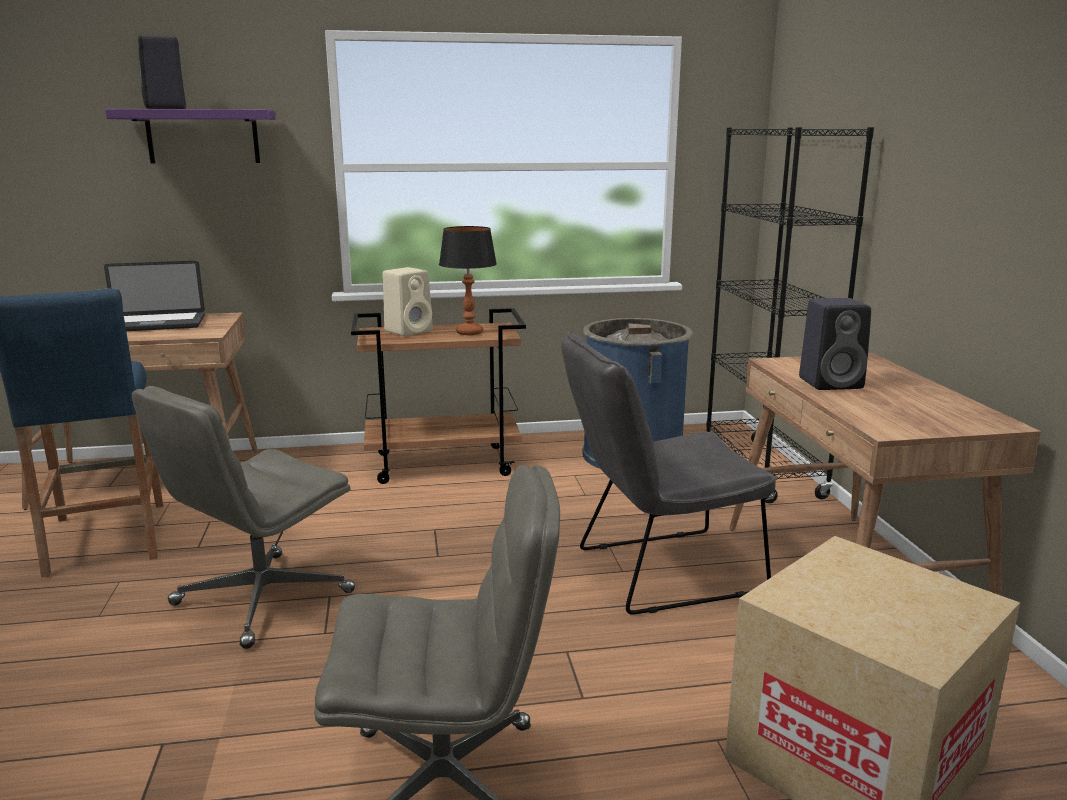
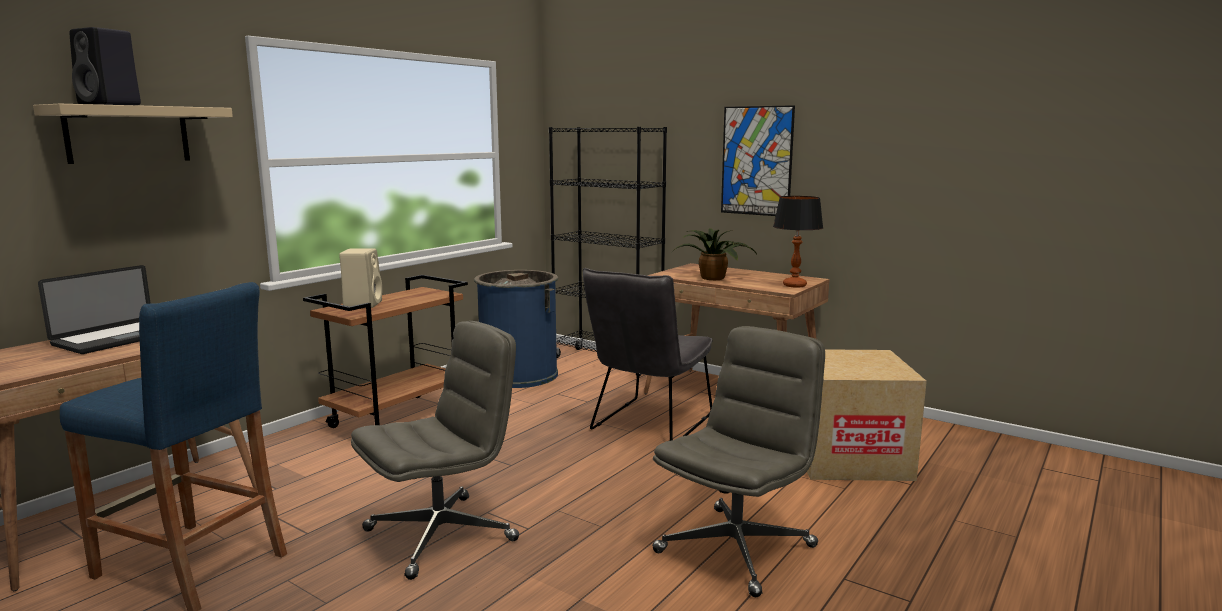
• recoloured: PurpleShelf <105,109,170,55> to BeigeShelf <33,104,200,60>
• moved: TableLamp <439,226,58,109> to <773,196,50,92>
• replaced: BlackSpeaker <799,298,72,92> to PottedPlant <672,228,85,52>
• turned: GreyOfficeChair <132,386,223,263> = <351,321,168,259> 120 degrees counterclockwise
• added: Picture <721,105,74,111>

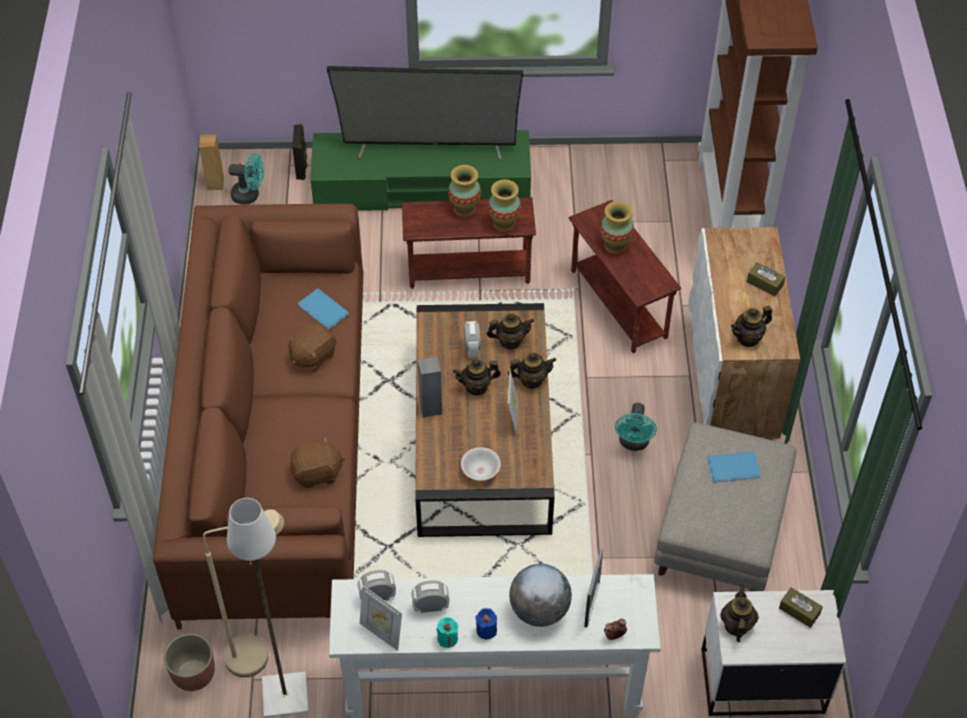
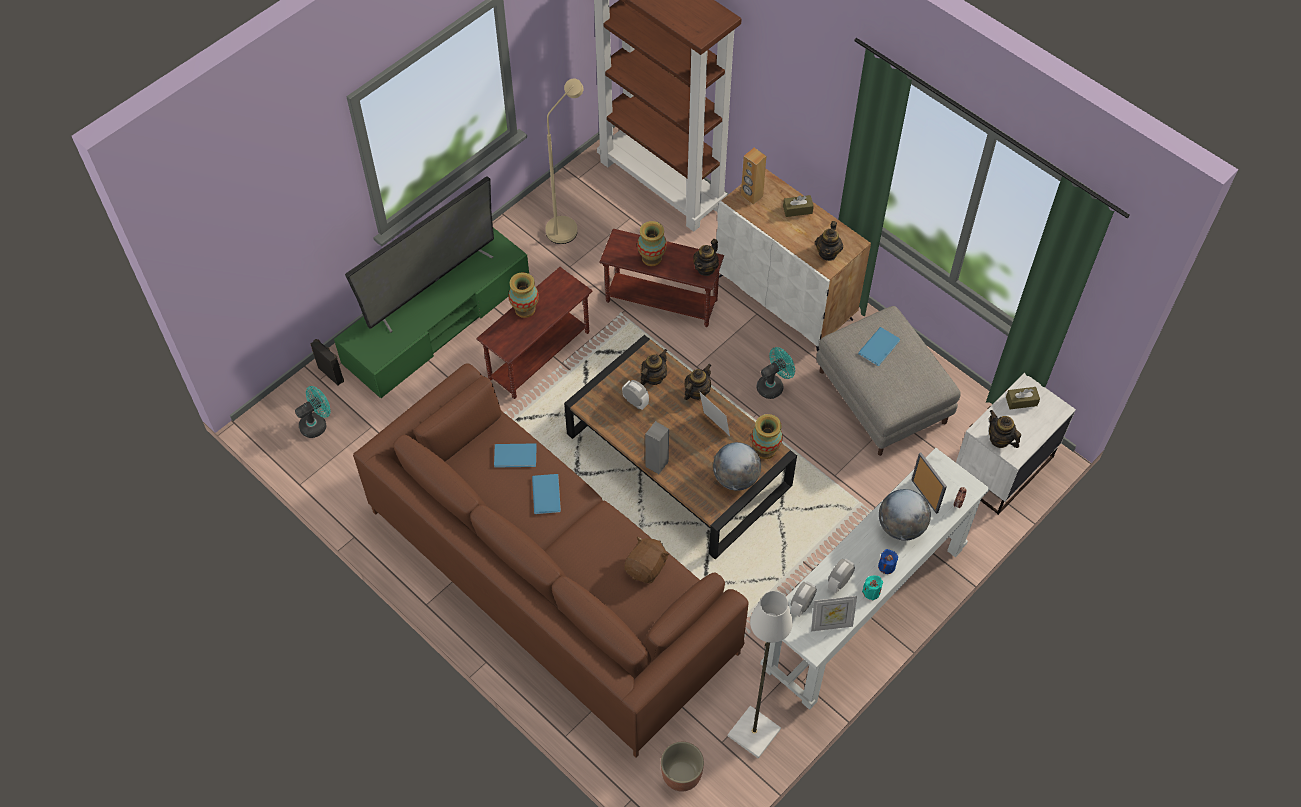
• moved: BrownSpeaker <199,134,25,56> to <741,148,25,56>
• moved: Vase <488,180,33,52> to <751,414,32,45>
• replaced: BrownPlushToy <287,323,49,49> to BlueBook <532,474,29,40>
• moved: Teapot <453,359,48,37> to <693,239,26,37>
• turned: TurquoiseFan <615,403,42,48> = <757,347,38,52> 90 degrees counterclockwise
• replaced: WhiteBowl <461,447,40,33> to Globe <713,442,48,49>
• moved: BeigeFloorLamp <203,509,81,168> to <545,78,39,166>

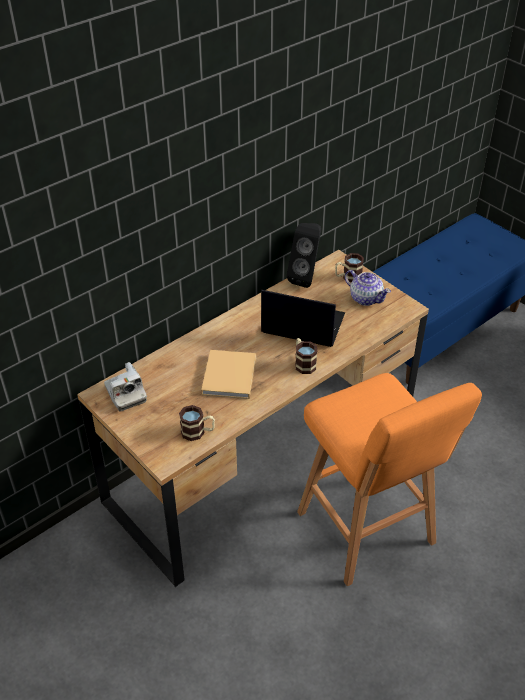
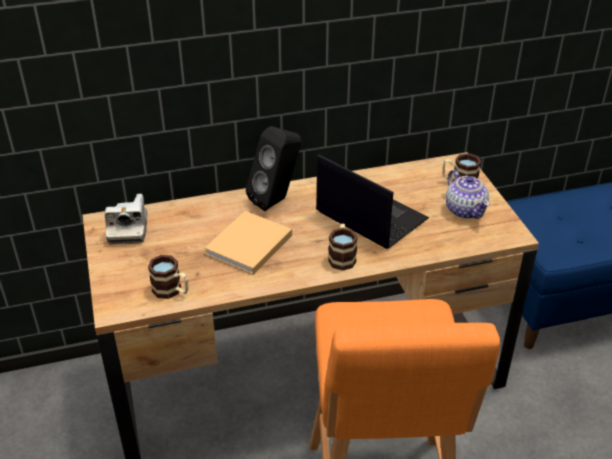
• moved: BlackSpeaker <287,223,34,65> to <246,126,56,85>

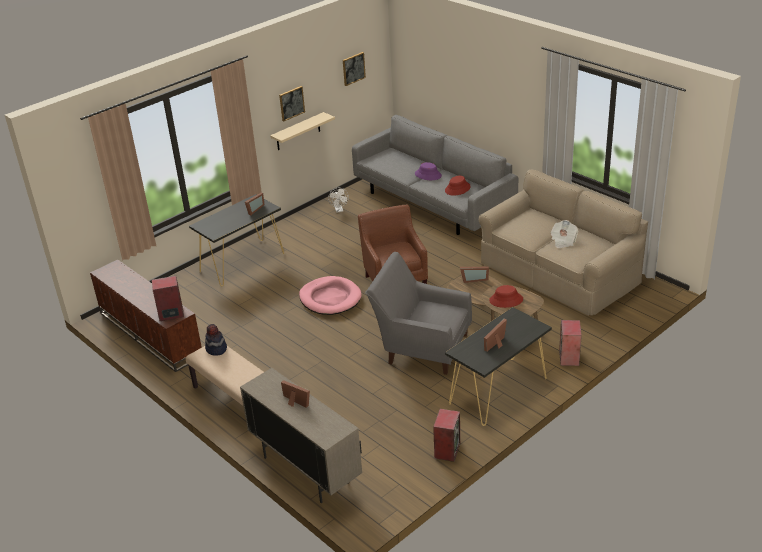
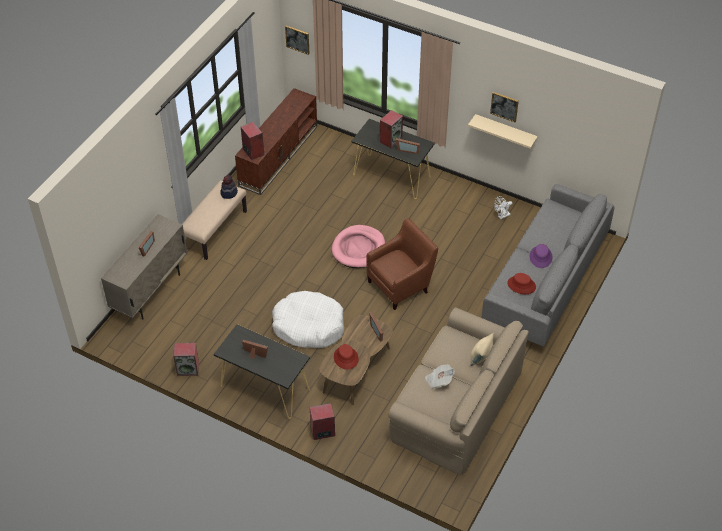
• moved: Picture <343,52,23,34> to <285,26,24,29>
• replaced: GreyArmchair <365,252,107,123> to WhiteDogBed <272,291,72,57>
• added: Speaker <380,110,23,38>
• added: BeigePillow <471,333,23,33>

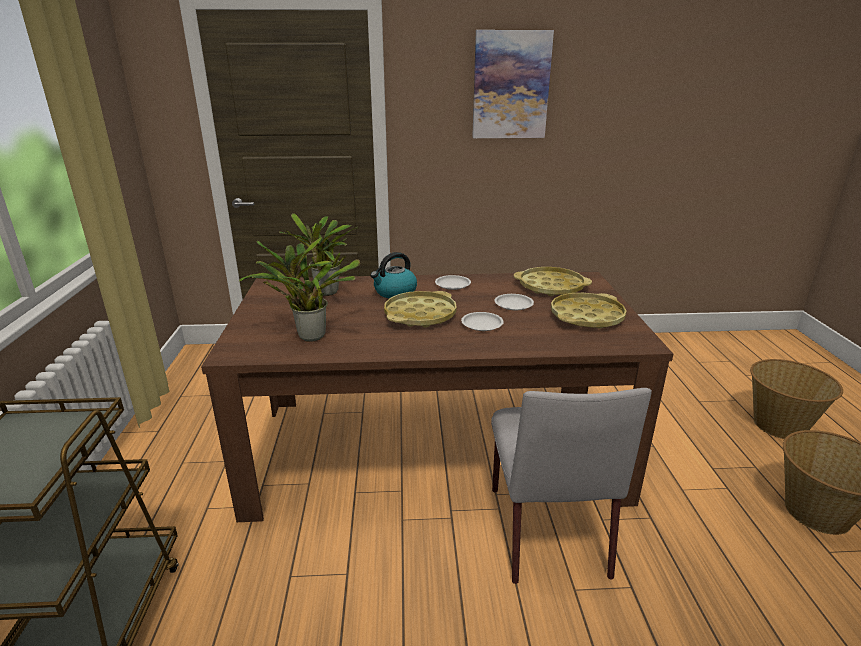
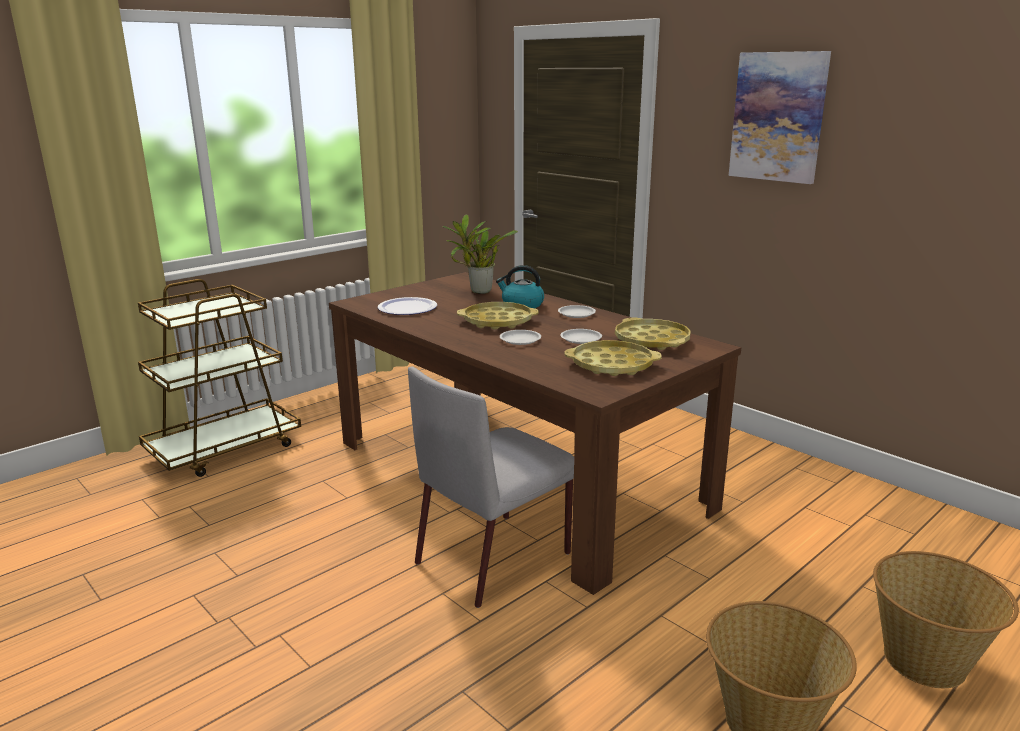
• replaced: PottedPlant <238,237,122,105> to Plate <378,297,59,18>

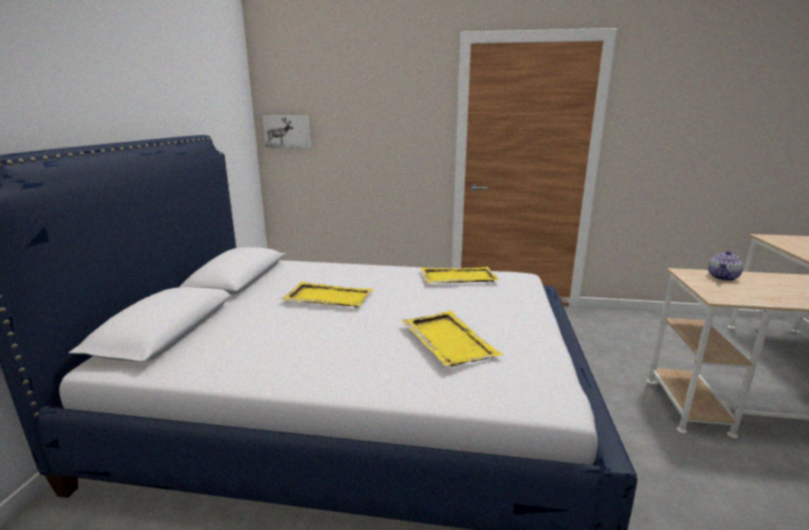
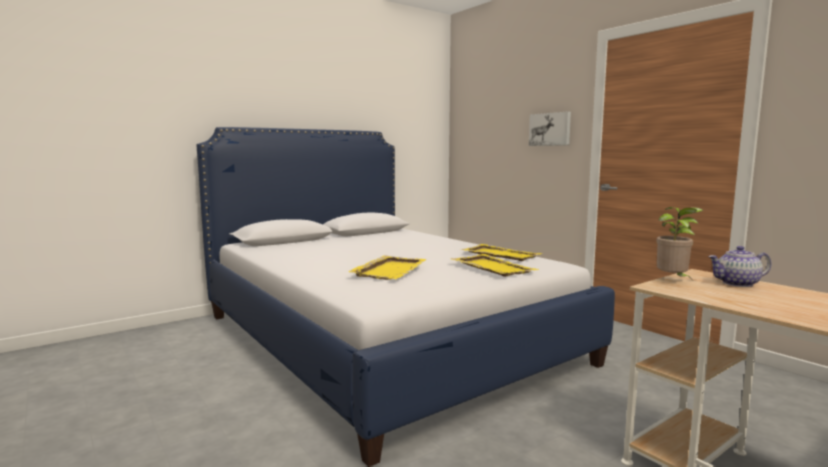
• moved: Picture <262,115,49,34> to <529,112,42,34>
• moved: YellowTray <281,282,92,25> to <450,254,89,23>
• added: PottedPlant <656,207,47,71>

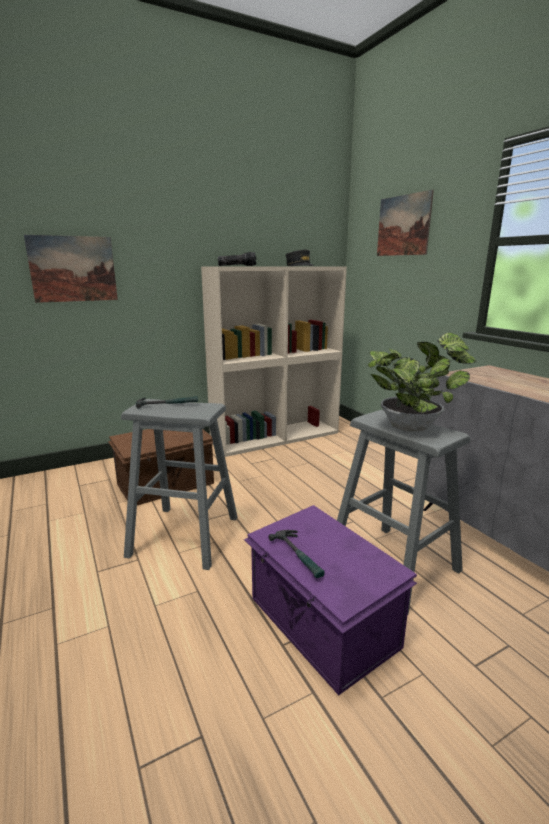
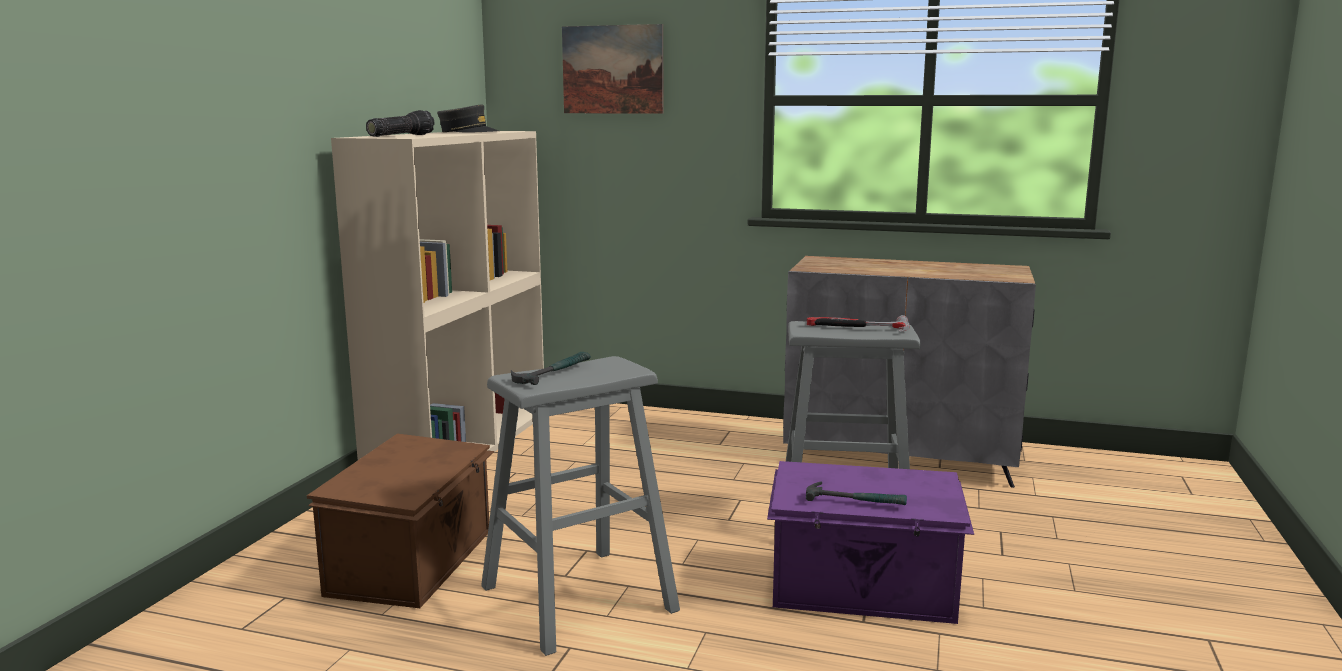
• removed: Picture <24,235,94,68>
• replaced: PottedPlant <368,333,109,99> to Hammer <807,315,102,17>

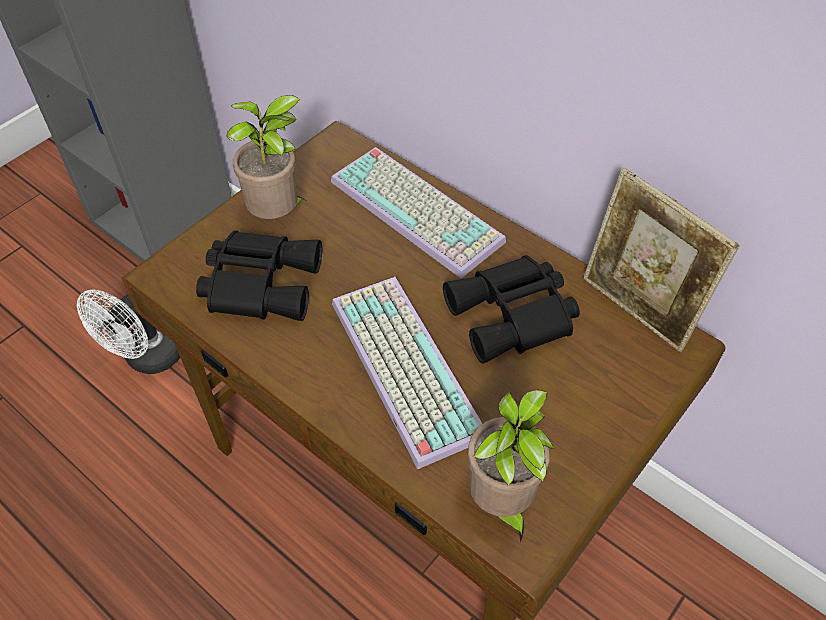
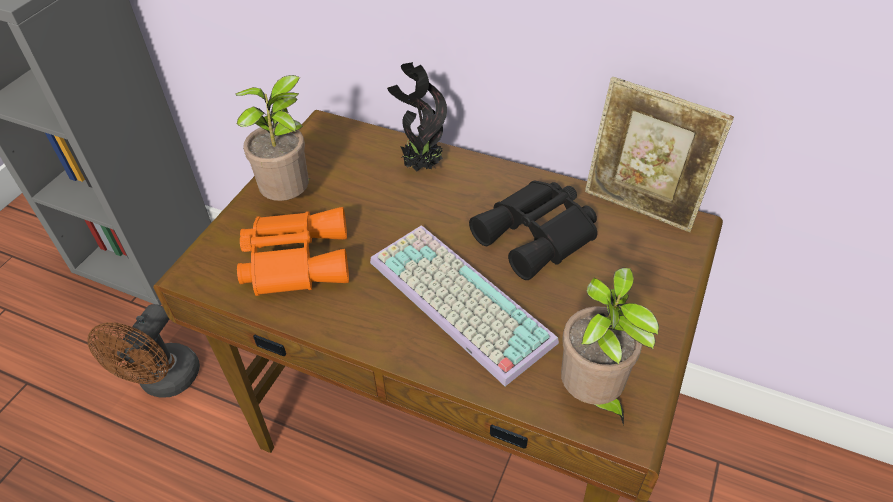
• replaced: Keyboard <331,147,175,131> to PottedPlant <387,62,60,110>
• recoloured: BlackBinoculars <196,230,126,91> to OrangeBinoculars <237,207,112,89>
• recoloured: WhiteFan <77,289,103,85> to BrownFan <88,304,112,93>

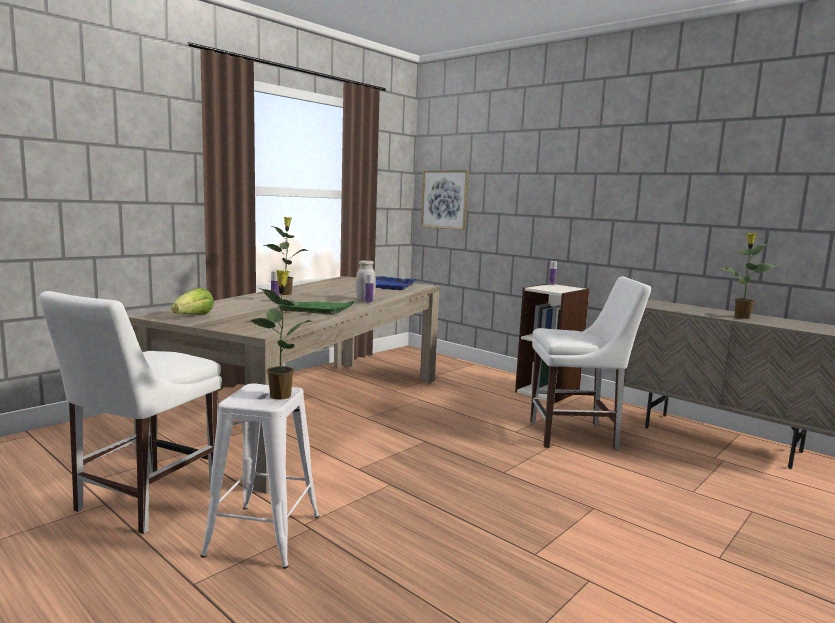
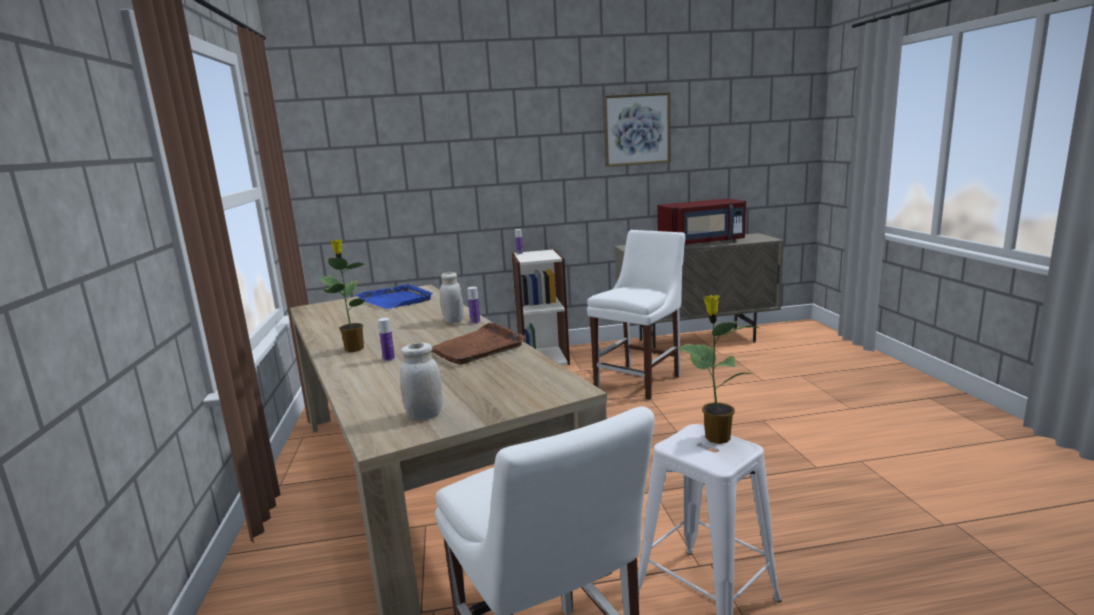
• moved: Picture <421,170,48,60> to <603,92,68,75>
• replaced: PottedPlant <721,233,55,86> to RedMicrowave <657,198,89,47>
• replaced: Lettuce <171,288,43,27> to WhiteJar <400,343,42,77>
• recoloured: GreenTray <277,300,77,15> to BrownTray <431,323,95,42>

